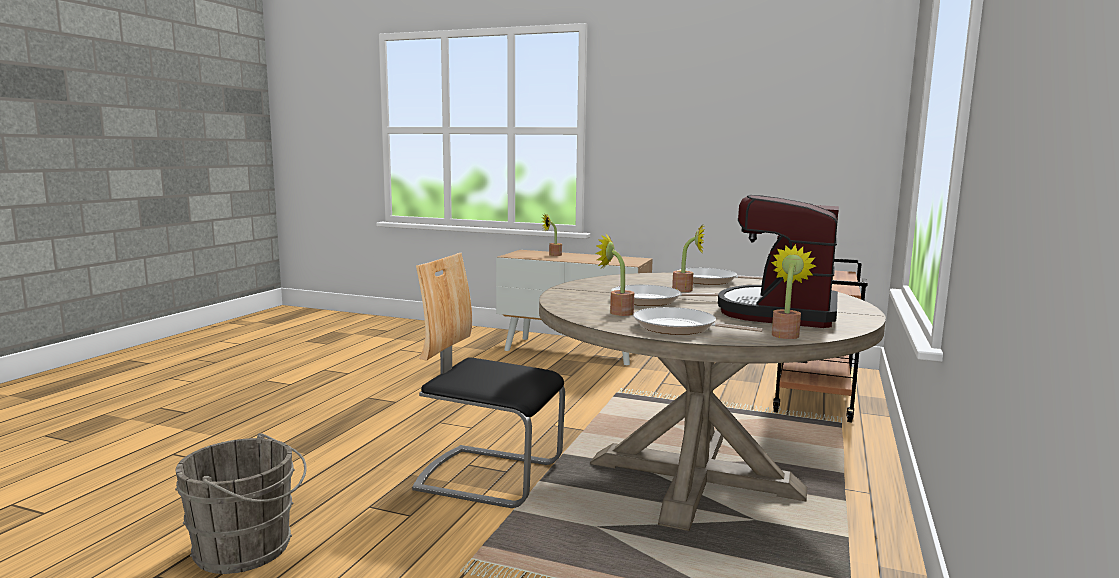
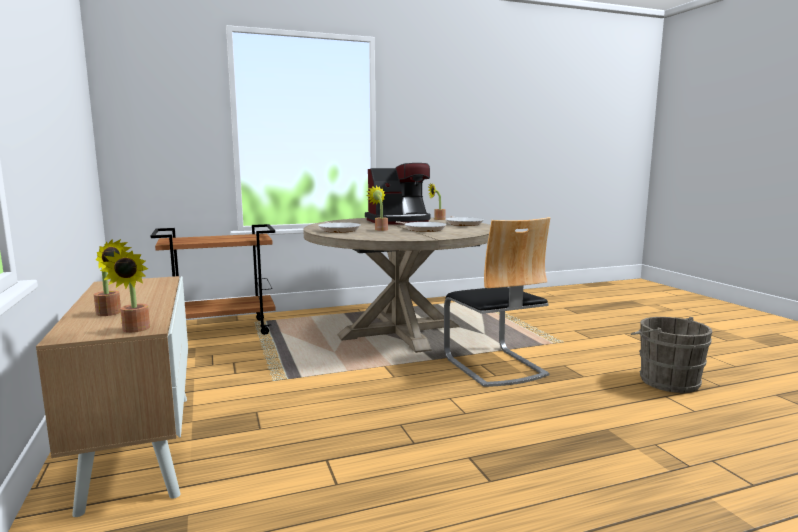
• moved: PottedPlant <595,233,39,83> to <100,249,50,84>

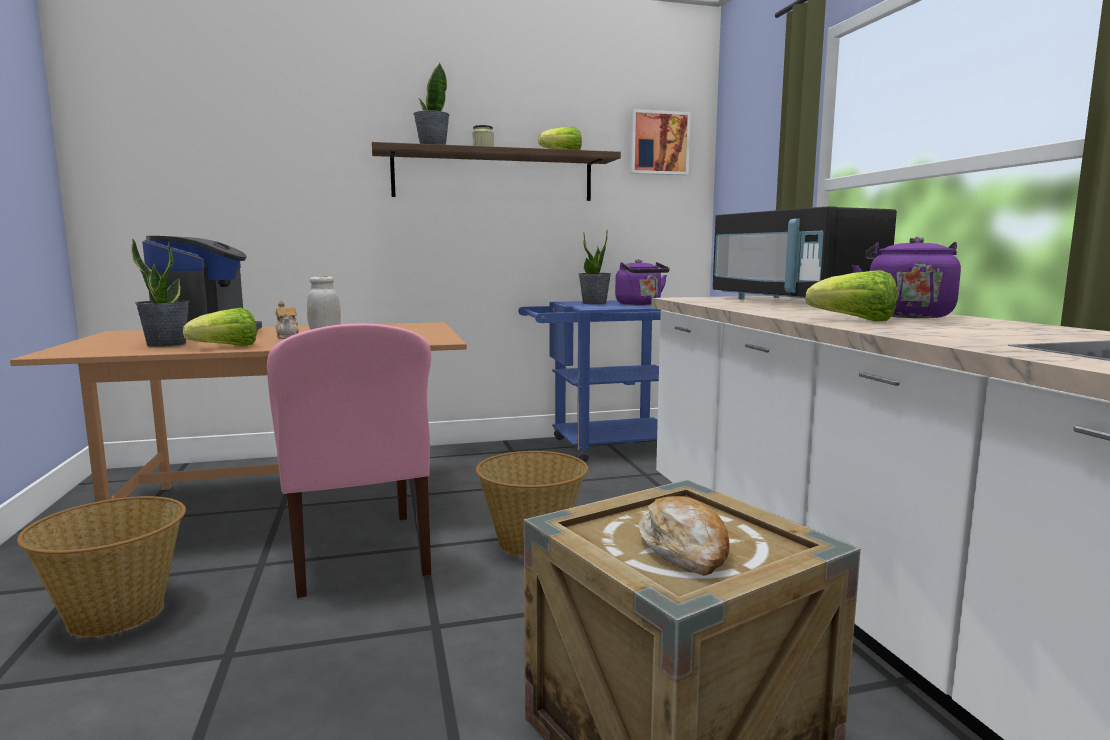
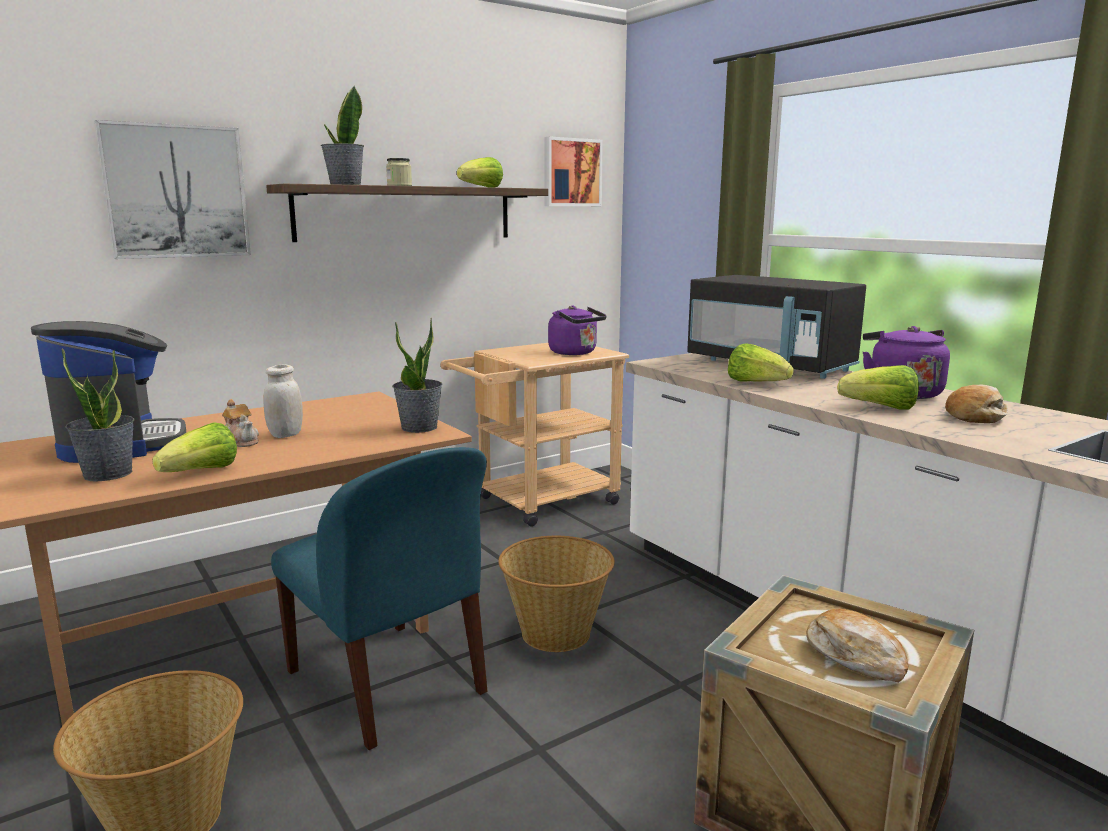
• moved: PottedPlant <578,231,33,73> to <392,318,50,115>
• recoloured: BlueCart <518,300,143,162> to BeigeCart <440,343,189,184>
• recoloured: PinkChair <267,324,164,274> to BlueChair <271,447,216,303>
• added: Picture <95,120,156,139>
• added: Lettuce <728,343,66,39>
• added: Bread <945,384,63,39>

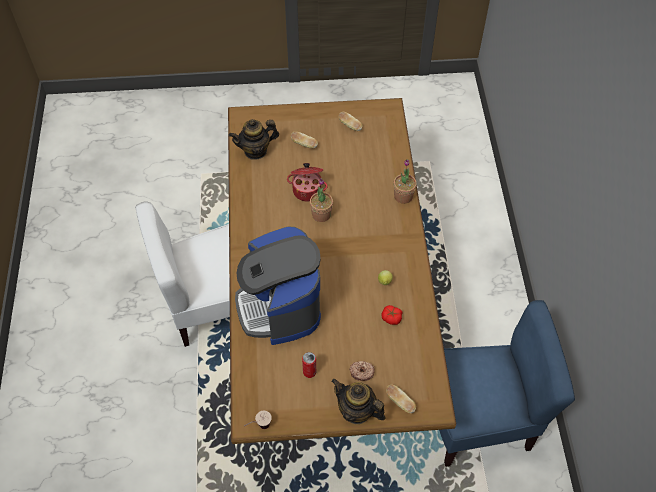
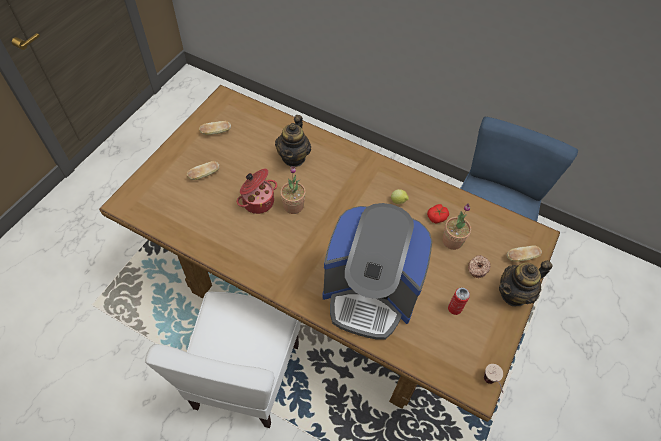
• moved: Teapot <229,119,50,40> to <275,115,36,52>
• moved: PottedPlant <394,160,23,44> to <442,203,29,47>

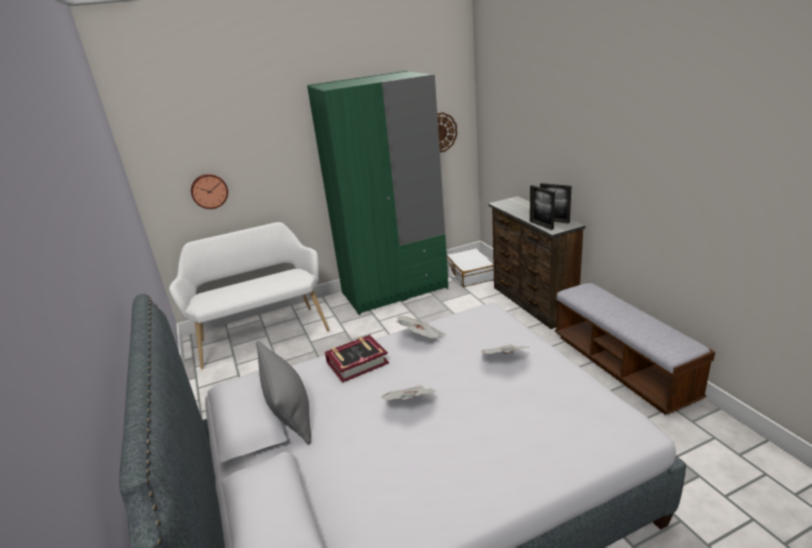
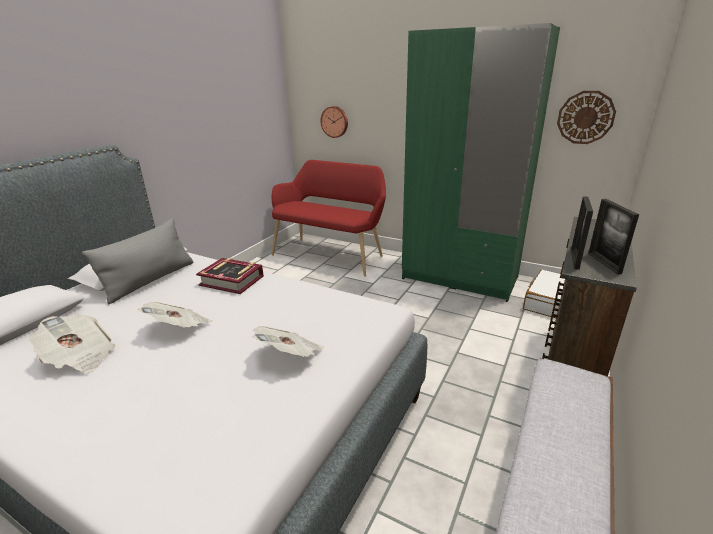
• recoloured: WhiteBench <169,222,160,147> to RedBench <272,160,114,116>
• moved: Newspaper <396,316,50,22> to <29,315,87,58>

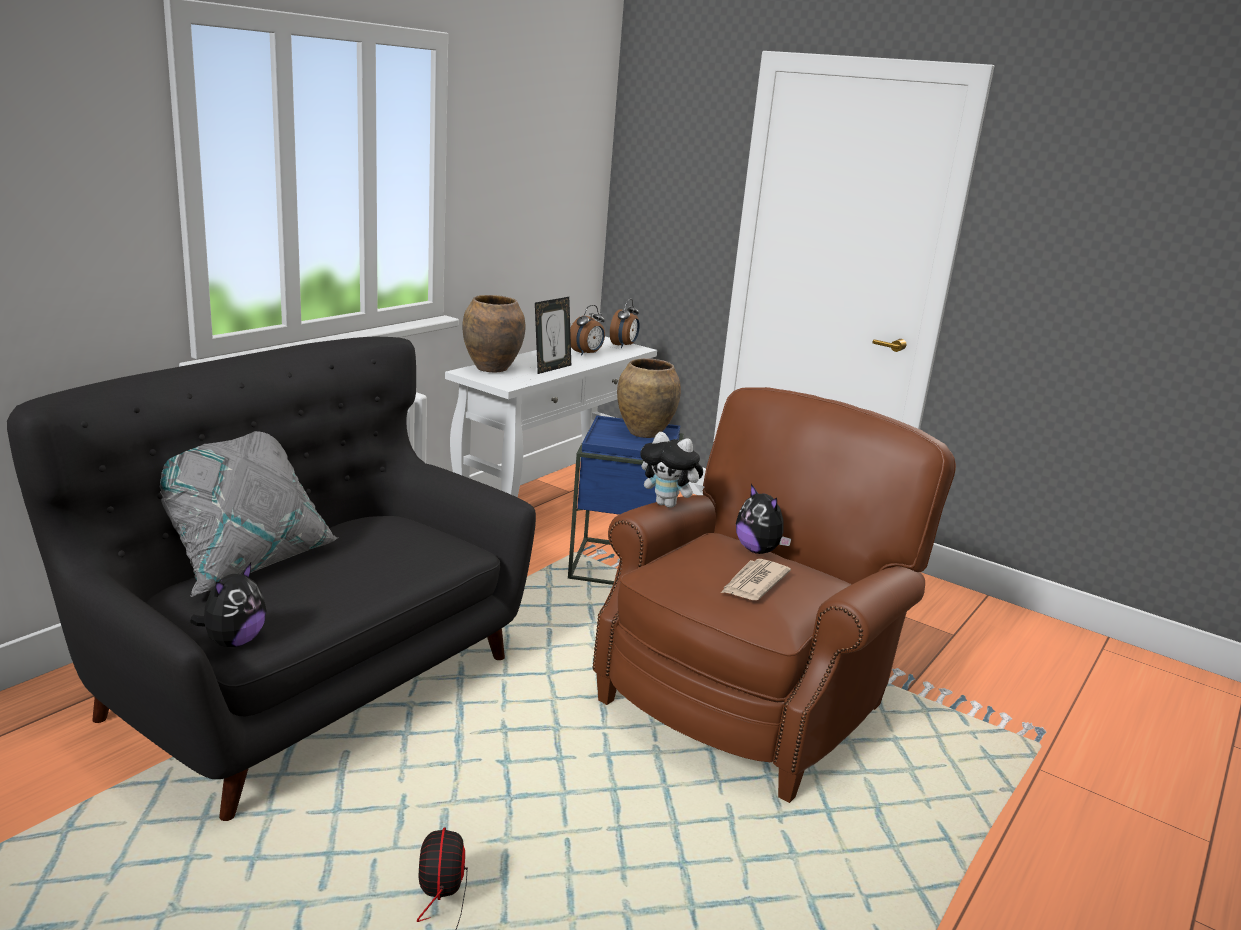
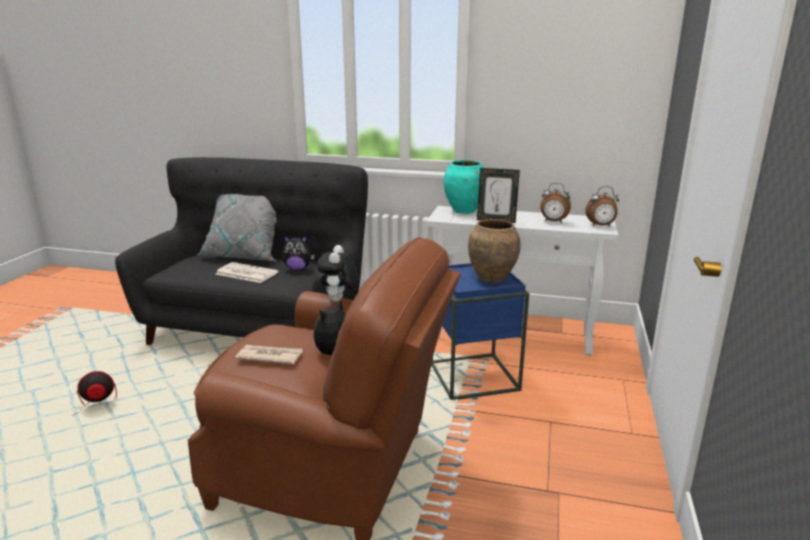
• recoloured: BrownVase <462,295,64,77> to TurquoiseVase <444,160,39,54>
• moved: PlushToy <190,563,76,84> to <283,236,32,34>
• added: Newspaper <216,262,62,21>

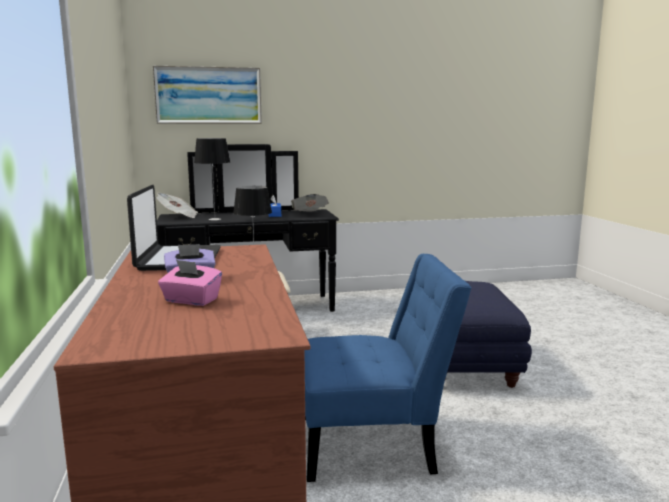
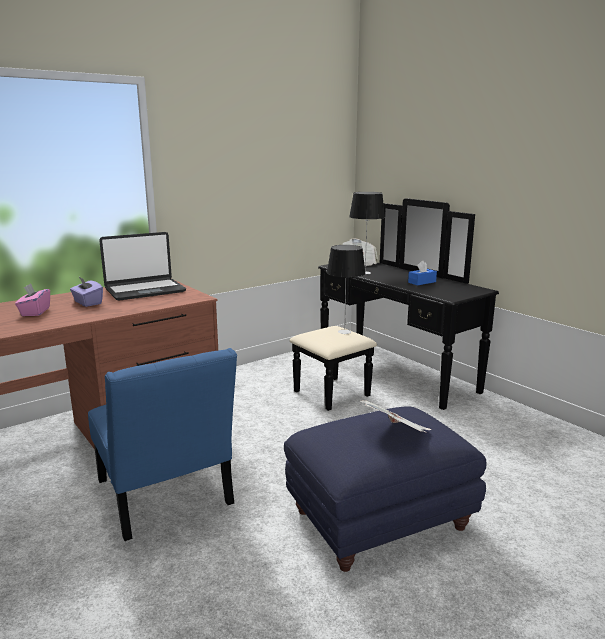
• removed: Picture <153,66,109,58>
• moved: Newspaper <291,194,38,18> to <360,400,71,32>

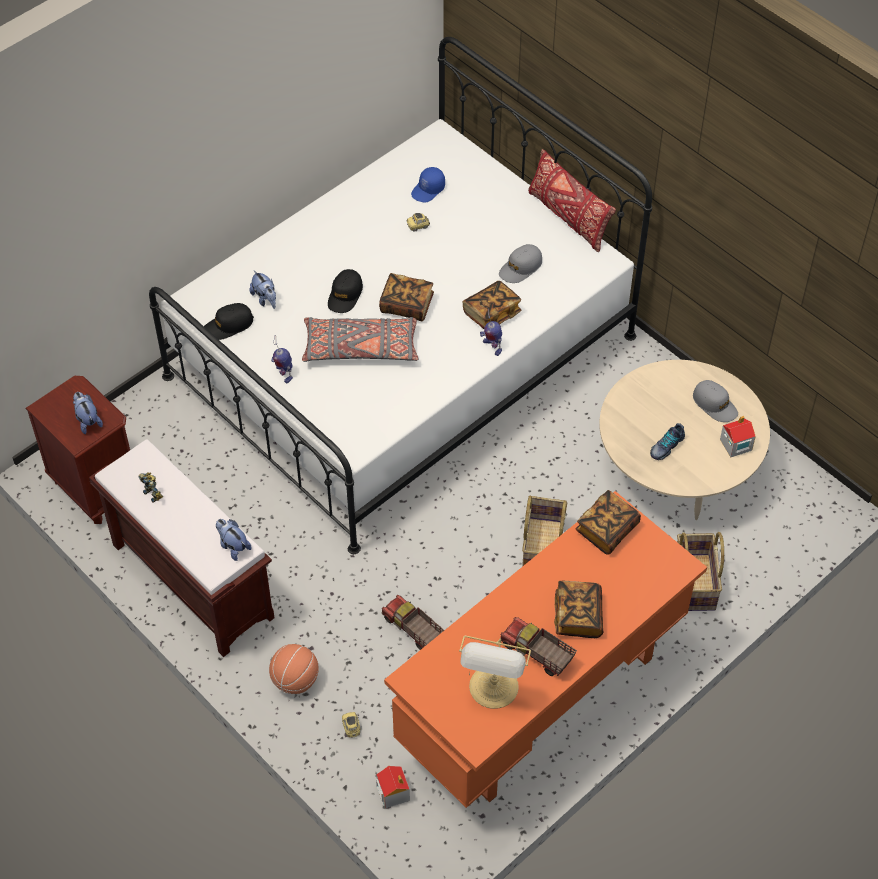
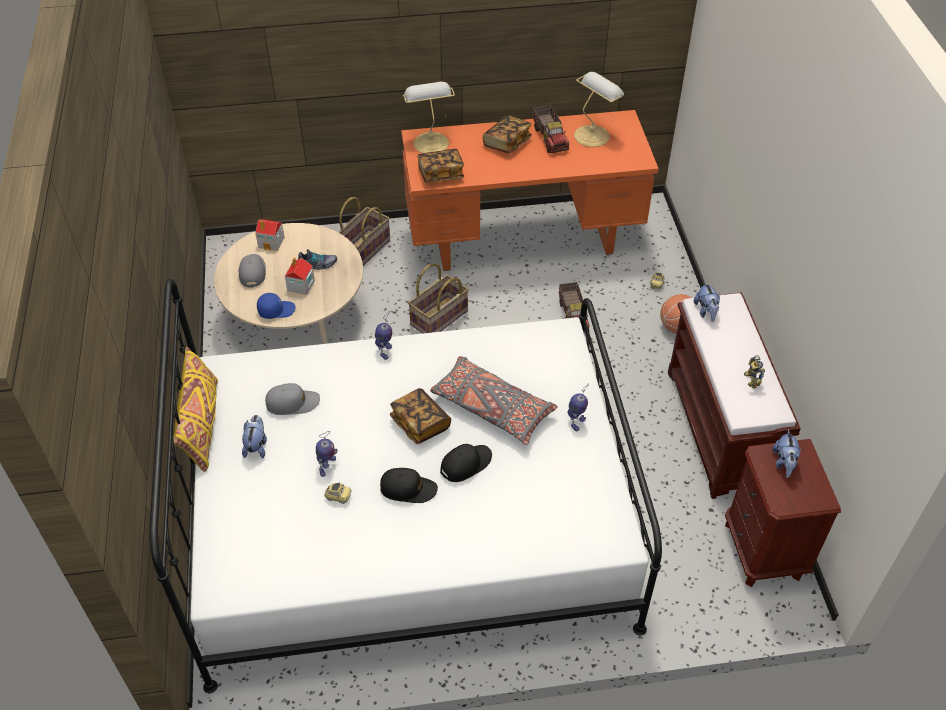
• recoloured: RedPillow <528,149,88,103> to YellowPillow <173,347,45,125>
• moved: BlueCap <411,167,34,35> to <257,293,39,26>
• moved: PlushToy <250,270,26,39> to <242,415,25,44>
• removed: Book <462,281,59,48>
• moved: BlackCap <204,303,50,37> to <380,468,58,35>
• moved: ToyHouse <376,766,34,42> to <285,257,30,38>
• added: TableLamp <403,82,52,71>
• added: ToyRobot <316,431,22,46>

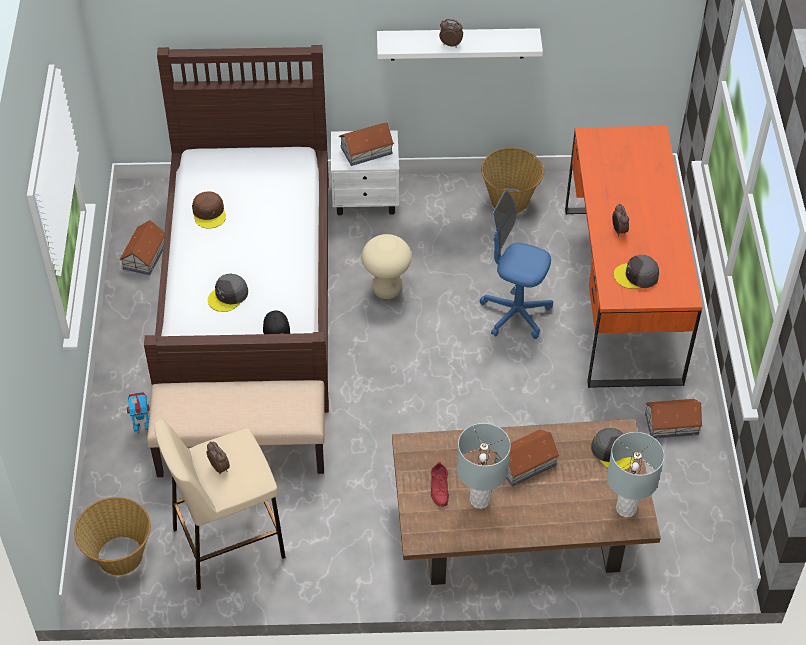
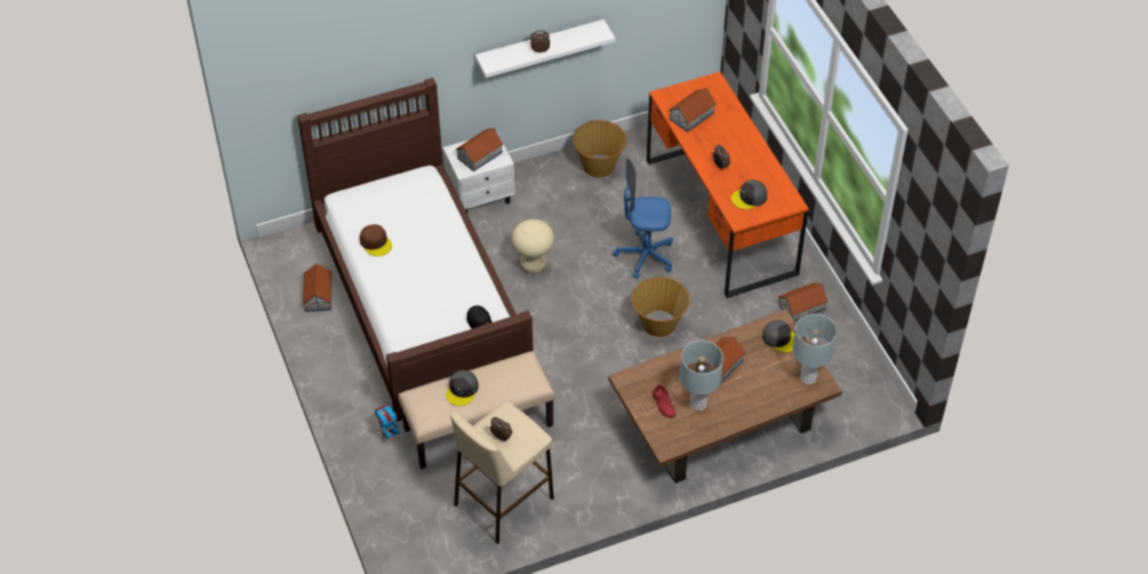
• moved: GreyCap <208,274,40,38> to <446,370,32,36>
• moved: Basket <74,497,77,78> to <632,277,57,60>
• added: ToyHouse <668,88,48,44>

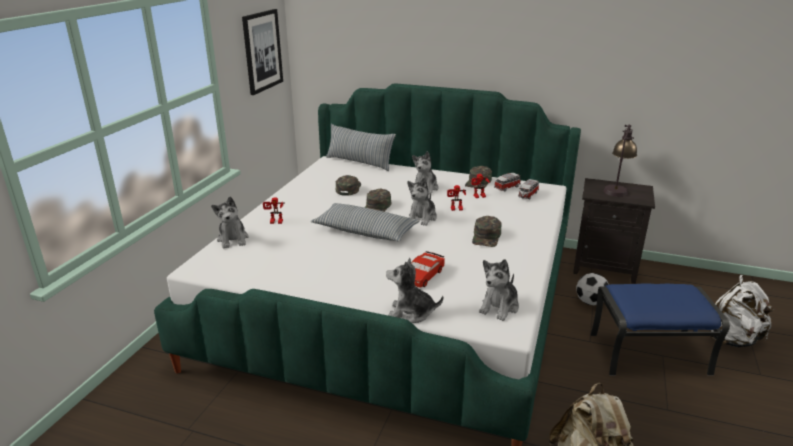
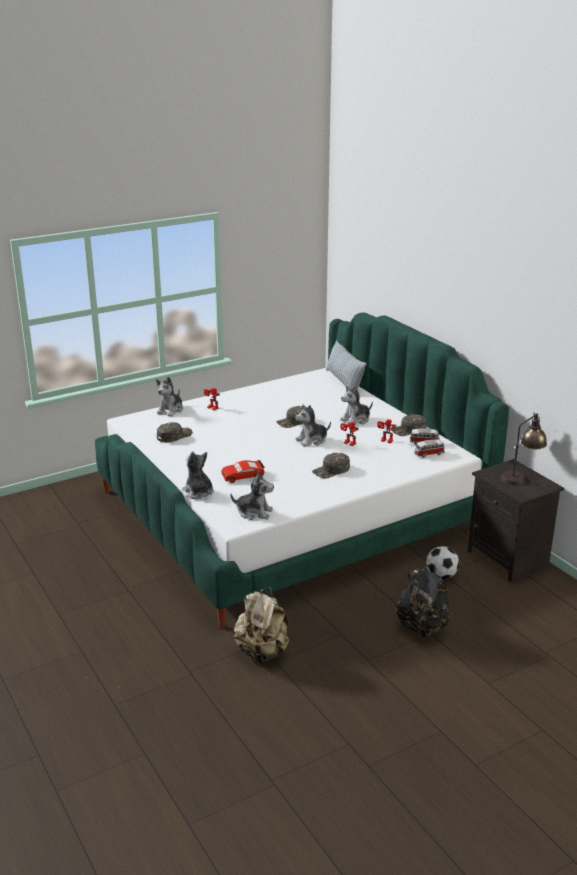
• removed: Picture <242,9,41,86>
• moved: GreenCap <336,175,25,21> to <157,422,36,20>
• removed: Pillow <311,203,109,39>
• turned: PlushToy <479,259,40,62> = <230,471,44,49> 150 degrees counterclockwise
• removed: WhiteBackpack <710,275,64,73>
• replaced: BlueOttoman <591,283,139,93> to BlackBackpack <396,564,54,73>

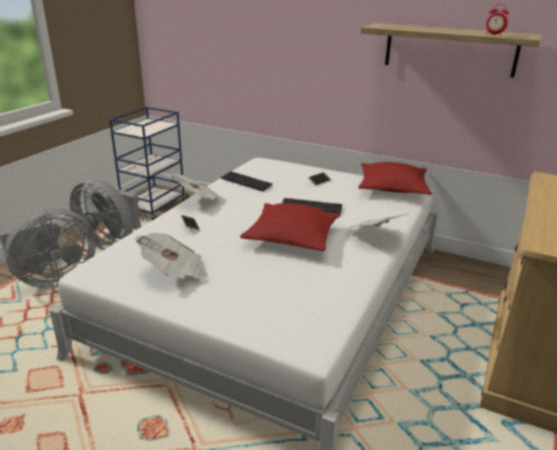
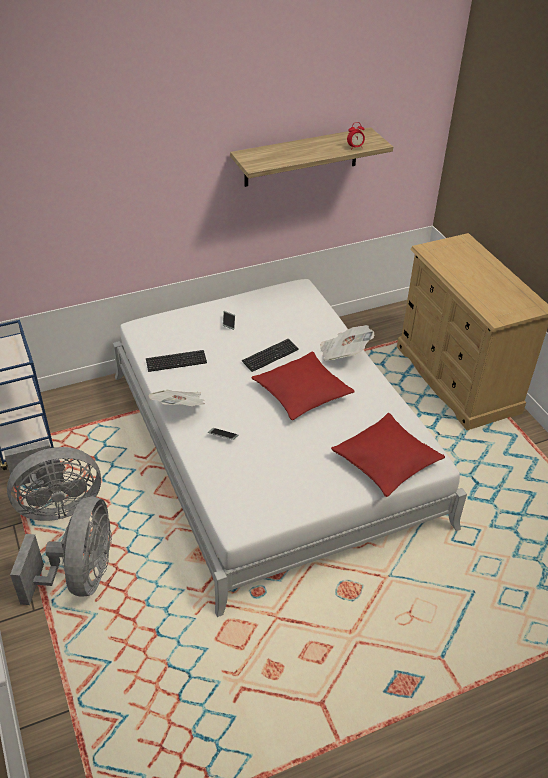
• moved: RedPillow <358,162,74,33> to <331,413,114,84>
• removed: Newspaper <135,233,74,47>

